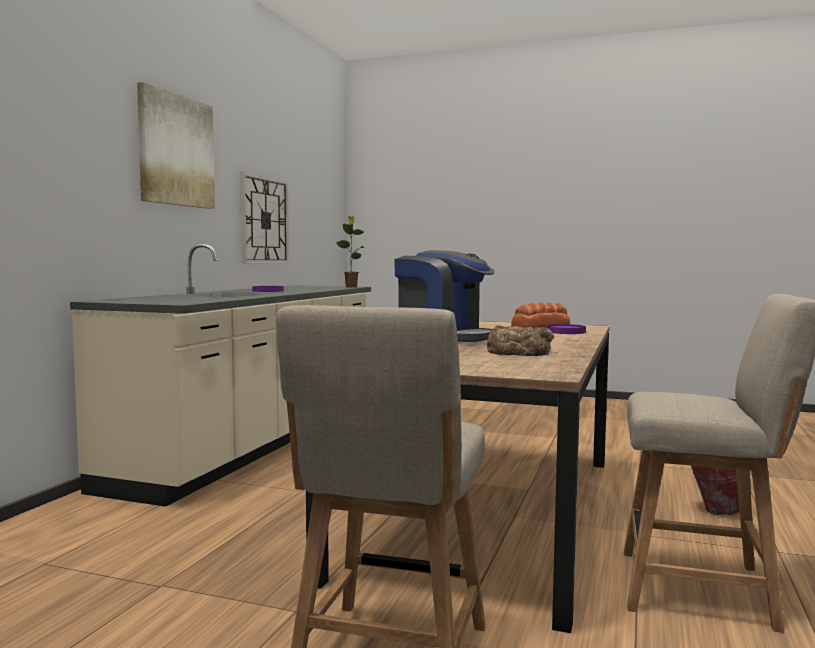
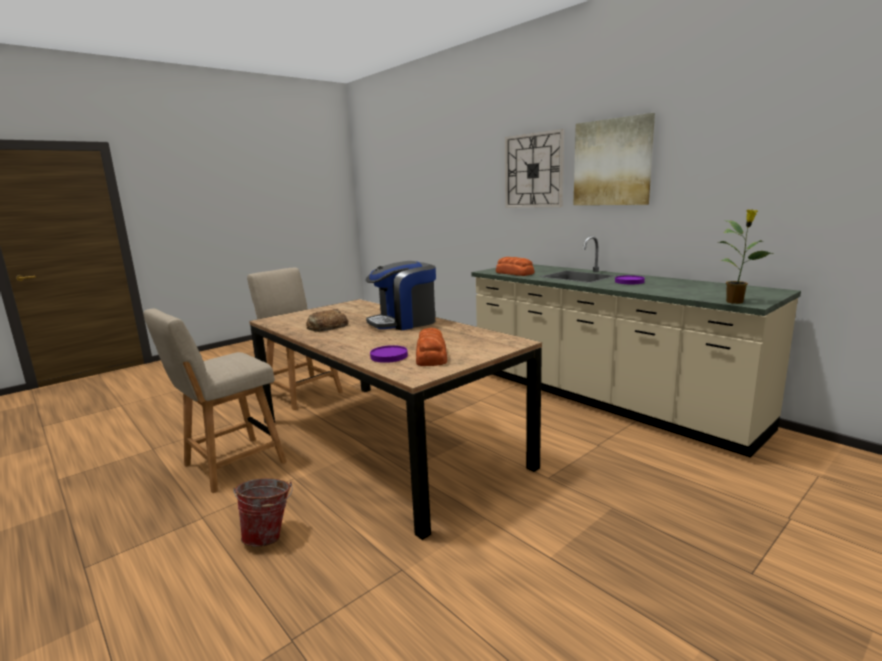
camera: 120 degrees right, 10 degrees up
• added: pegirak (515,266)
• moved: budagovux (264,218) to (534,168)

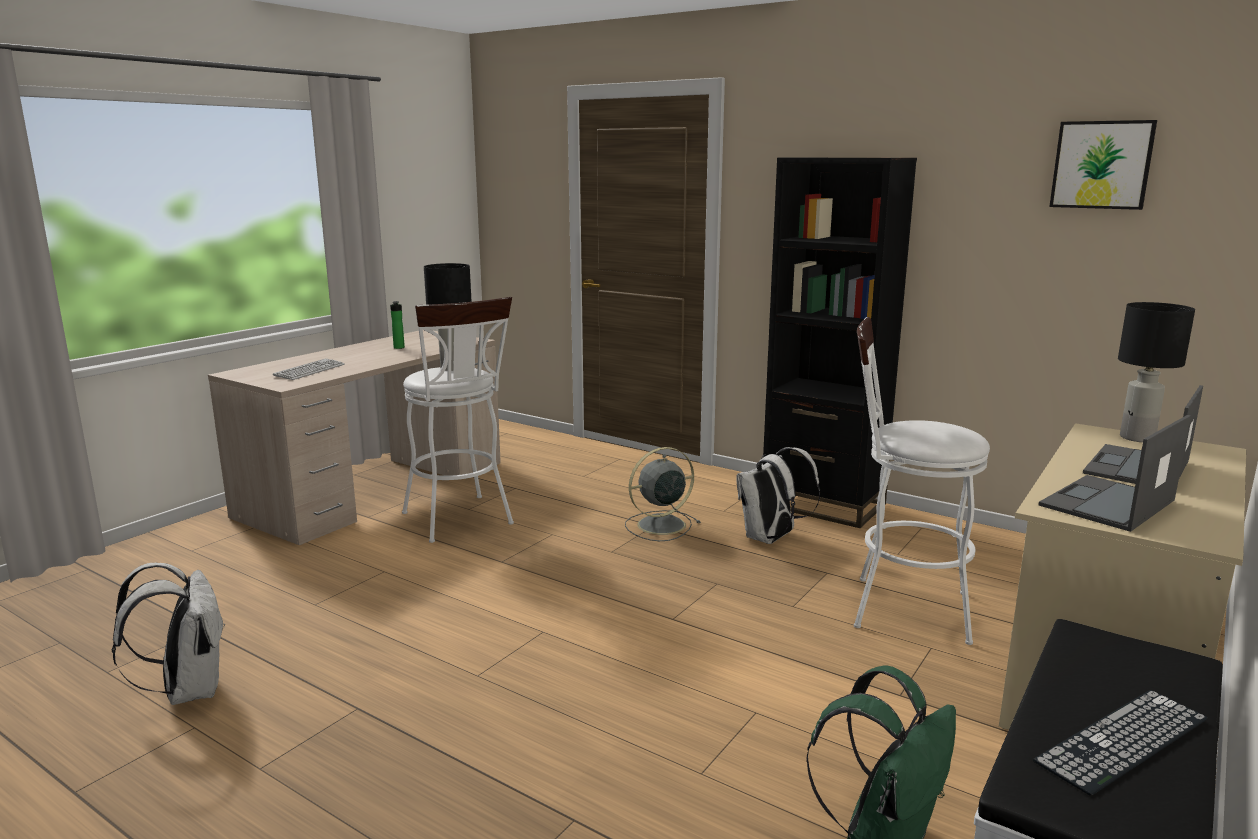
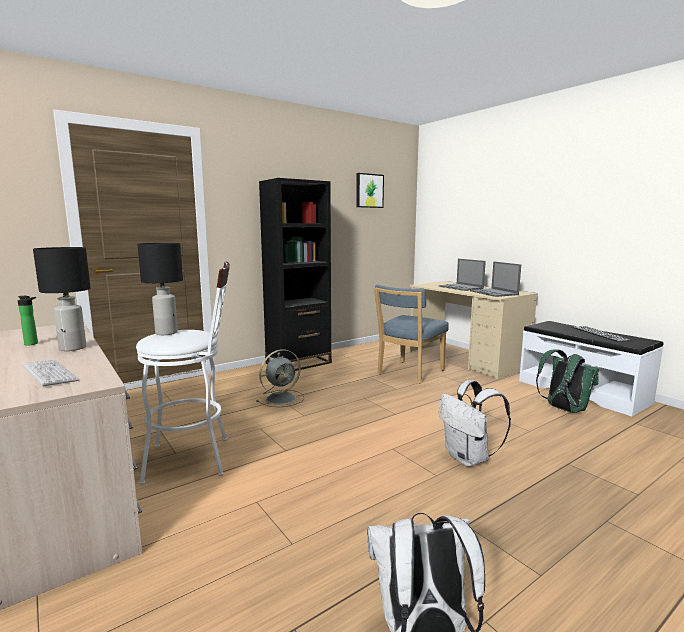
camera: 70 degrees left, 5 degrees down
• moved: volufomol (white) (778,495) to (475,423)
• moved: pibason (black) (1156,372) to (62,299)
• replaced: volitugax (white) (922,481) to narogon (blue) (411,334)
• turned: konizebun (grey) (662,494) = (280,378) 120 degrees counterclockwise

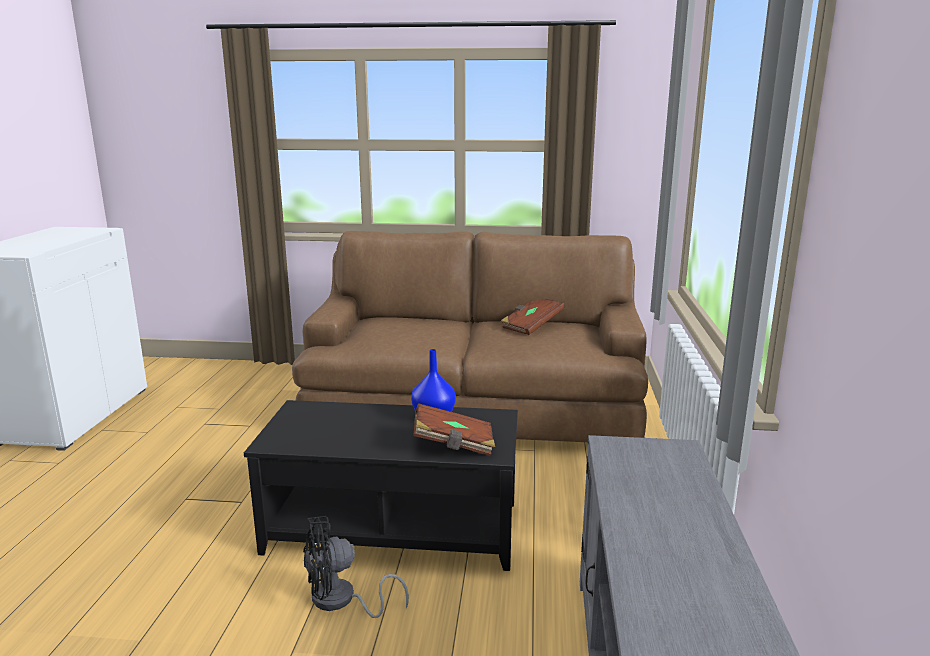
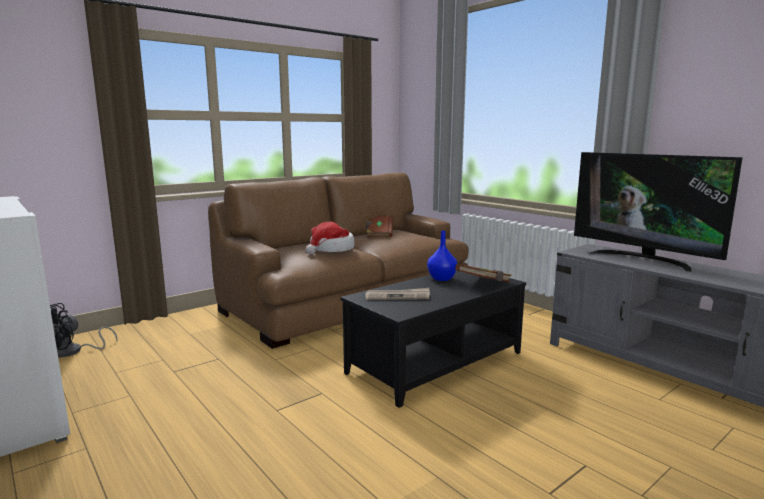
camera: 45 degrees left, 5 degrees down
• added: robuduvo (330,238)
• added: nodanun (398,294)
• added: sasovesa (658,212)
• moved: konizebun (black) (356,567) to (84,330)

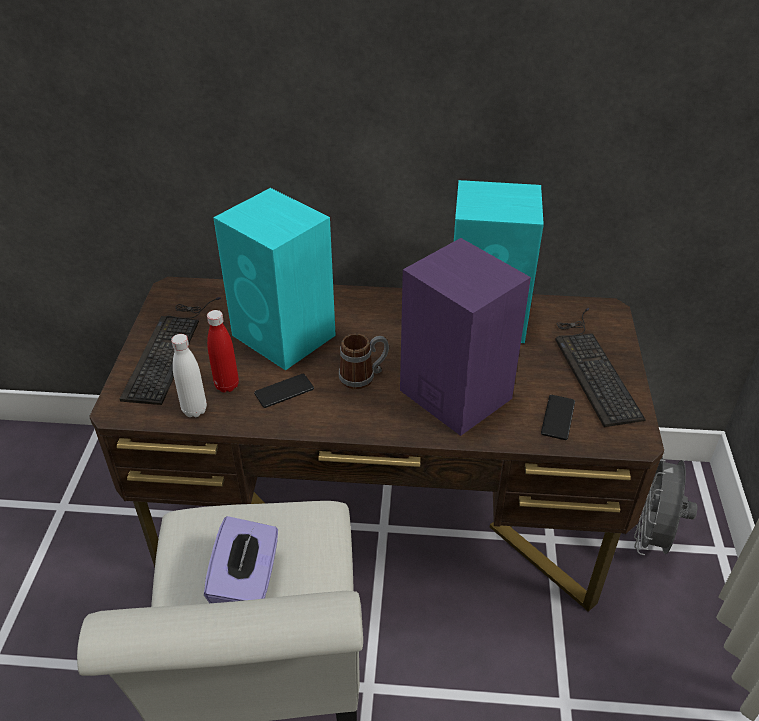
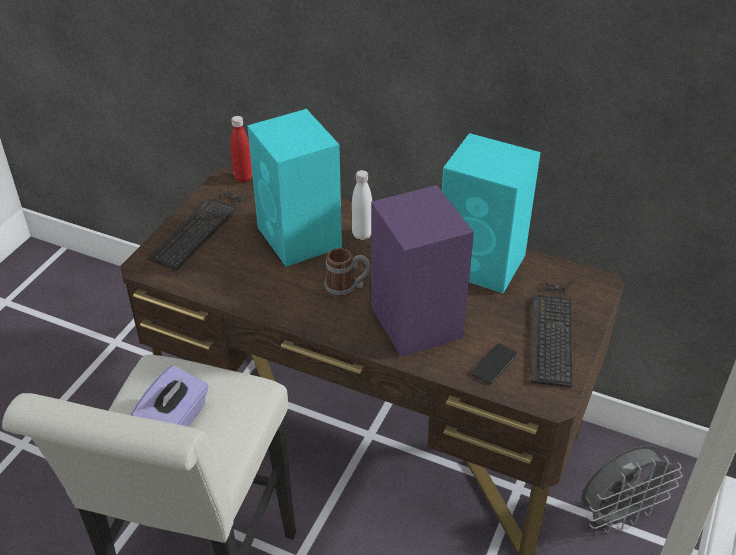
camera: 20 degrees right, 0 degrees up
• removed: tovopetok (284,391)
• moved: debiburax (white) (189,375) to (362,205)
• moved: debiburax (red) (223,351) to (241,149)
• turned: konizebun (grey) (666,503) = (631,489) 150 degrees counterclockwise

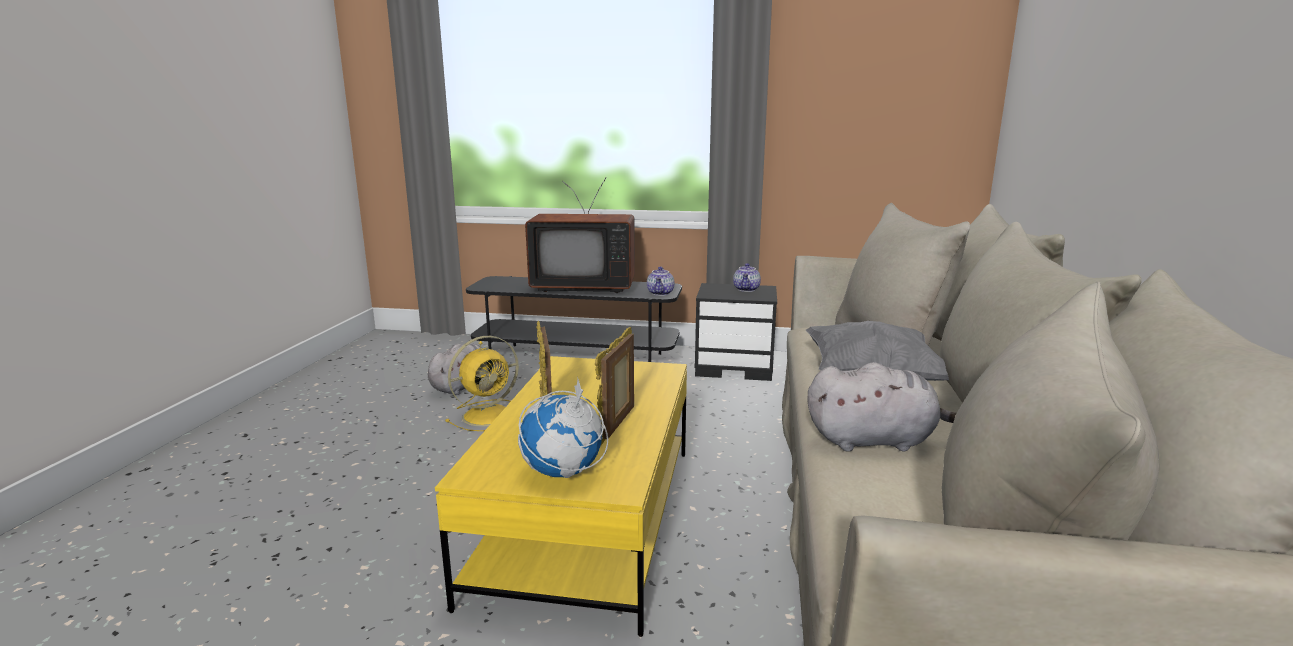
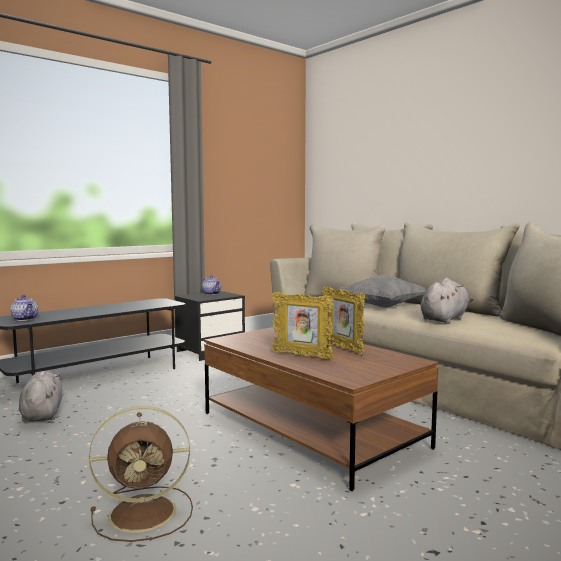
camera: 50 degrees left, 10 degrees down
• removed: konizebun (yellow) (482,383)
• removed: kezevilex (563,428)
• removed: sasovesa (580,235)
• added: konizebun (brown) (140,474)
• moved: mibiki (660,281) to (24,308)
• recoloured: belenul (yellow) (561,496) to belenul (brown) (321,408)

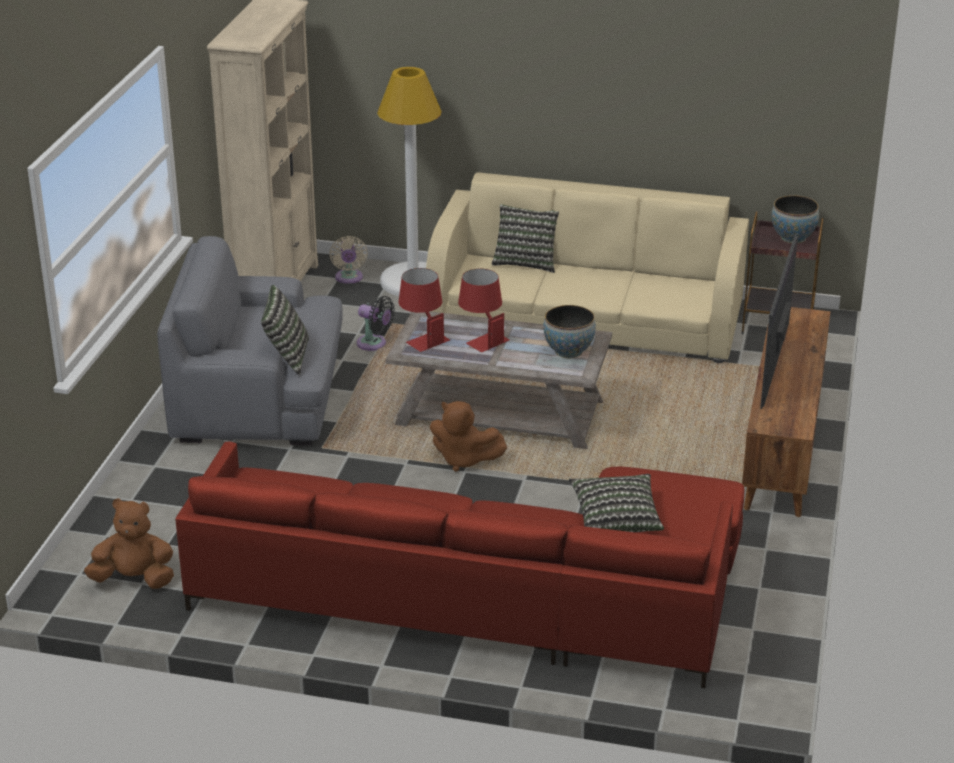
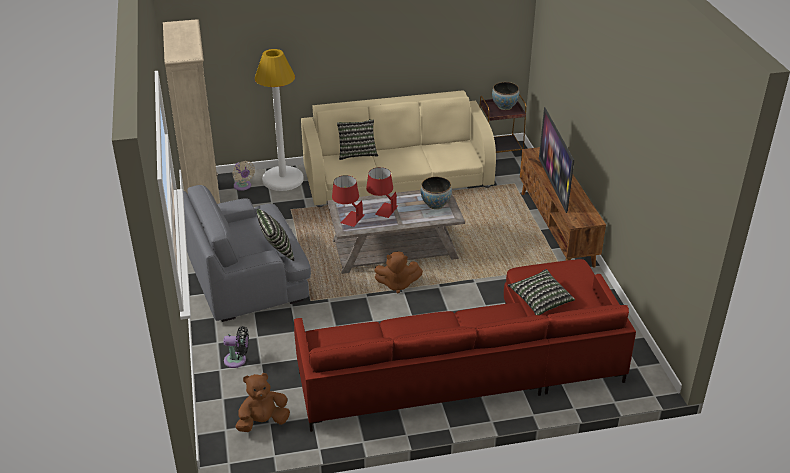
camera: 25 degrees left, 5 degrees up
• moved: konizebun (black) (375,323) to (236,347)

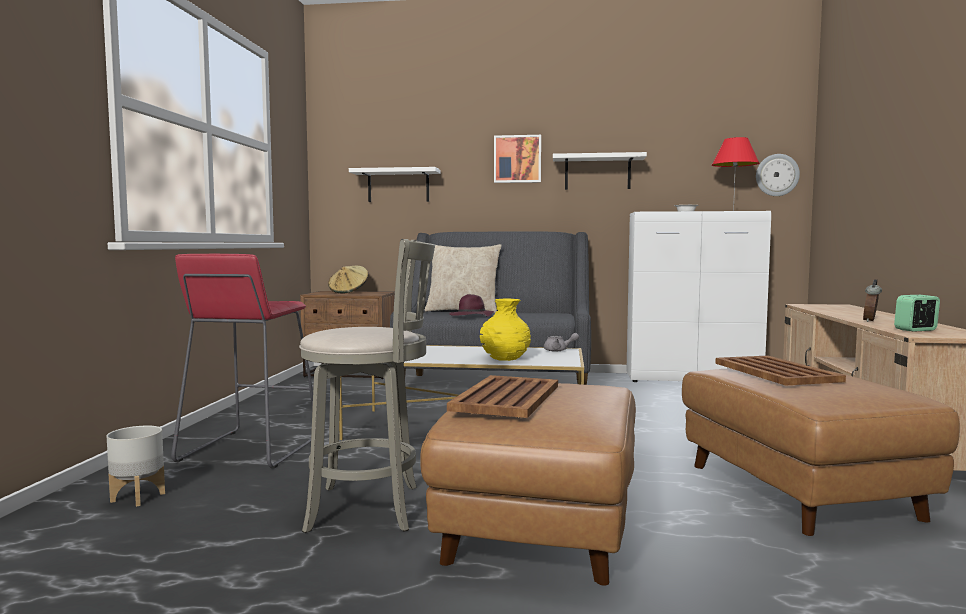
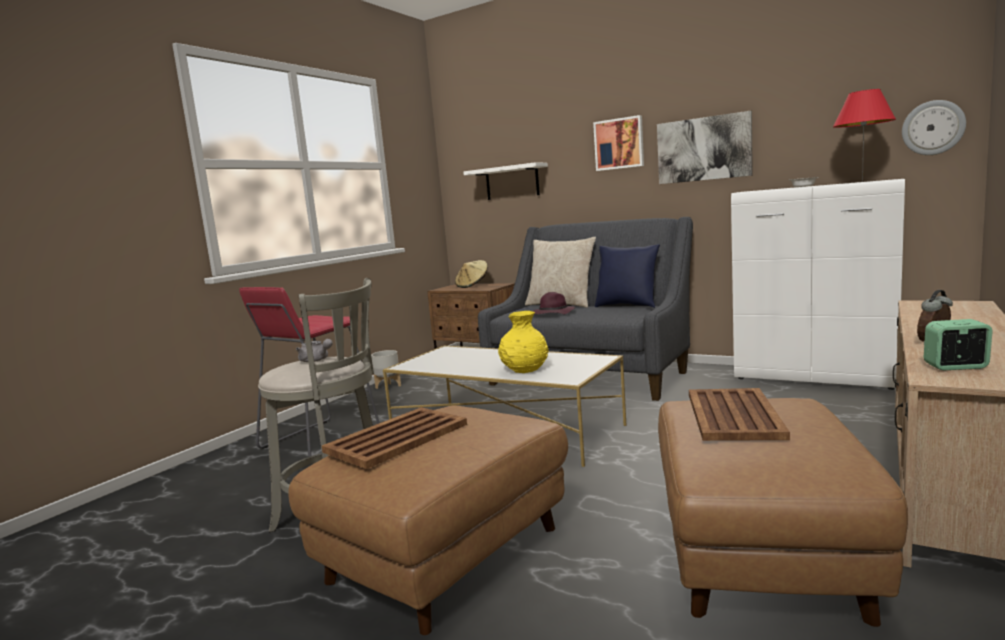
camera: 25 degrees right, 5 degrees up
• added: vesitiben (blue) (627,276)
• moved: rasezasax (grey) (135,466) to (386,369)
• moved: mibiki (grey) (561,342) to (314,350)
• replaced: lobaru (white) (600,171) to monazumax (705,147)

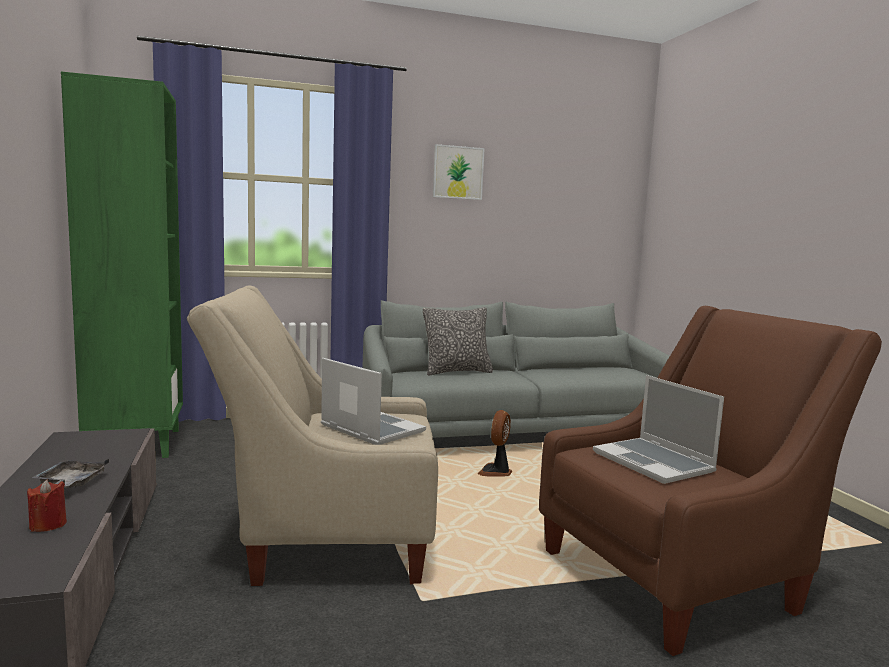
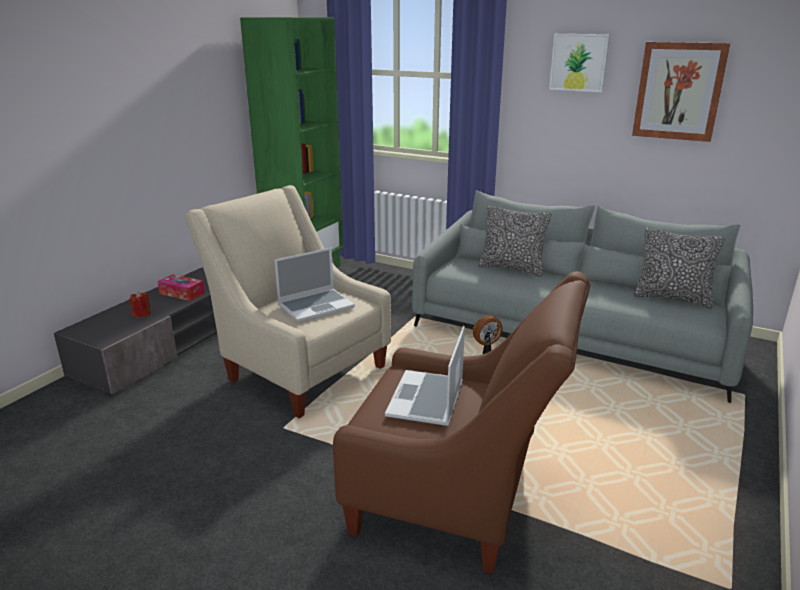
camera: 45 degrees right, 15 degrees up
• added: monazumax (681,92)
• added: vesitiben (679,268)
• replaced: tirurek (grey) (70,473) to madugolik (181,287)
• turned: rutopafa (373,401) = (314,285) 60 degrees clockwise

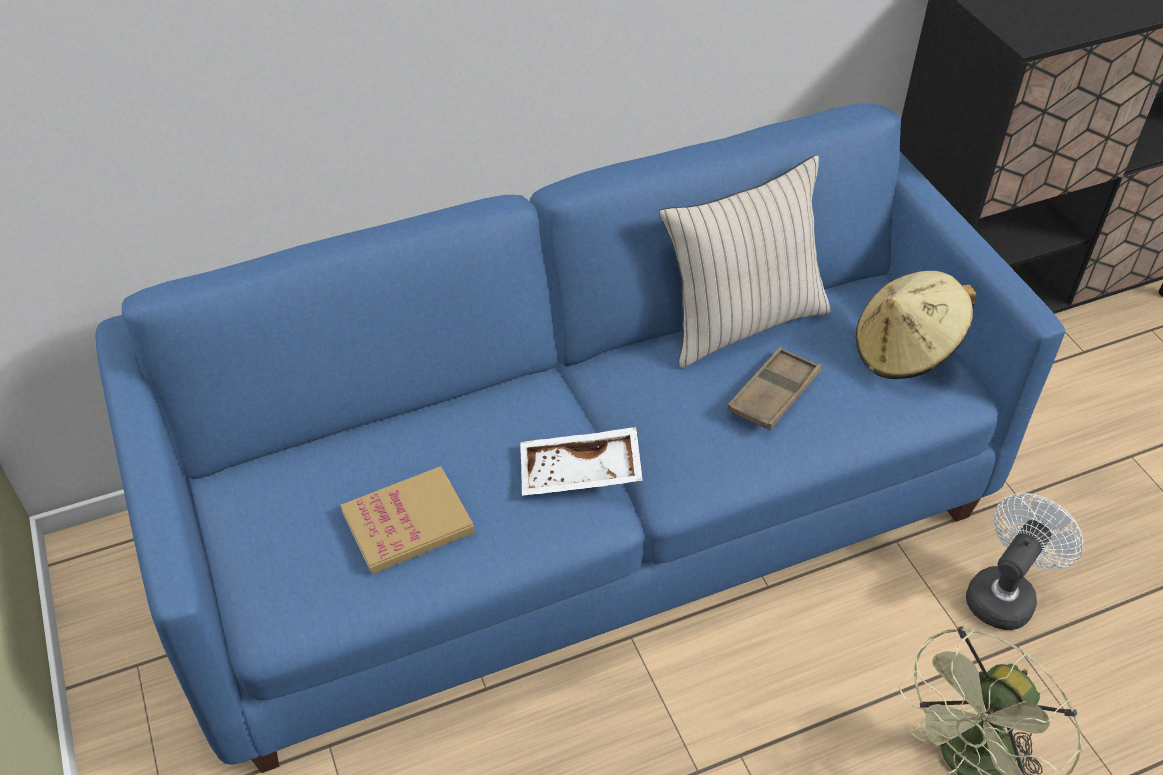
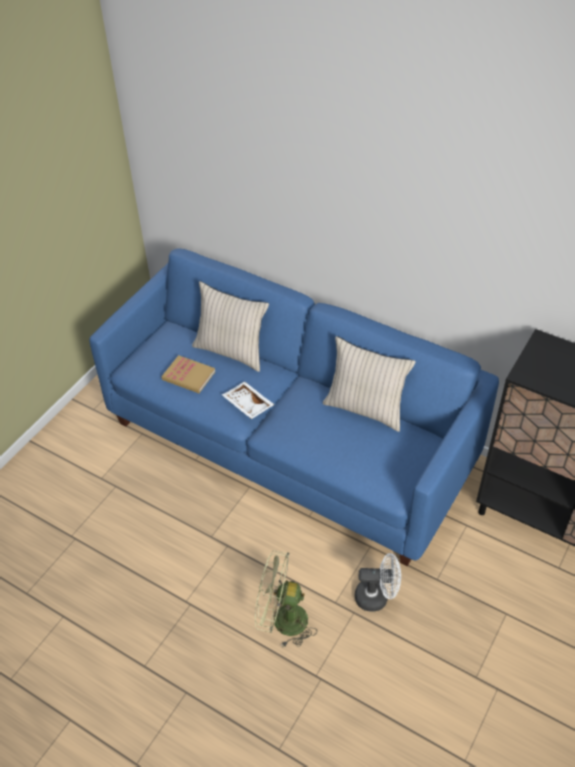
camera: 55 degrees right, 0 degrees up
• removed: tirurek (brown) (774,388)
• removed: robuduvo (beige) (916,325)
• added: vesitiben (beige) (230,326)

